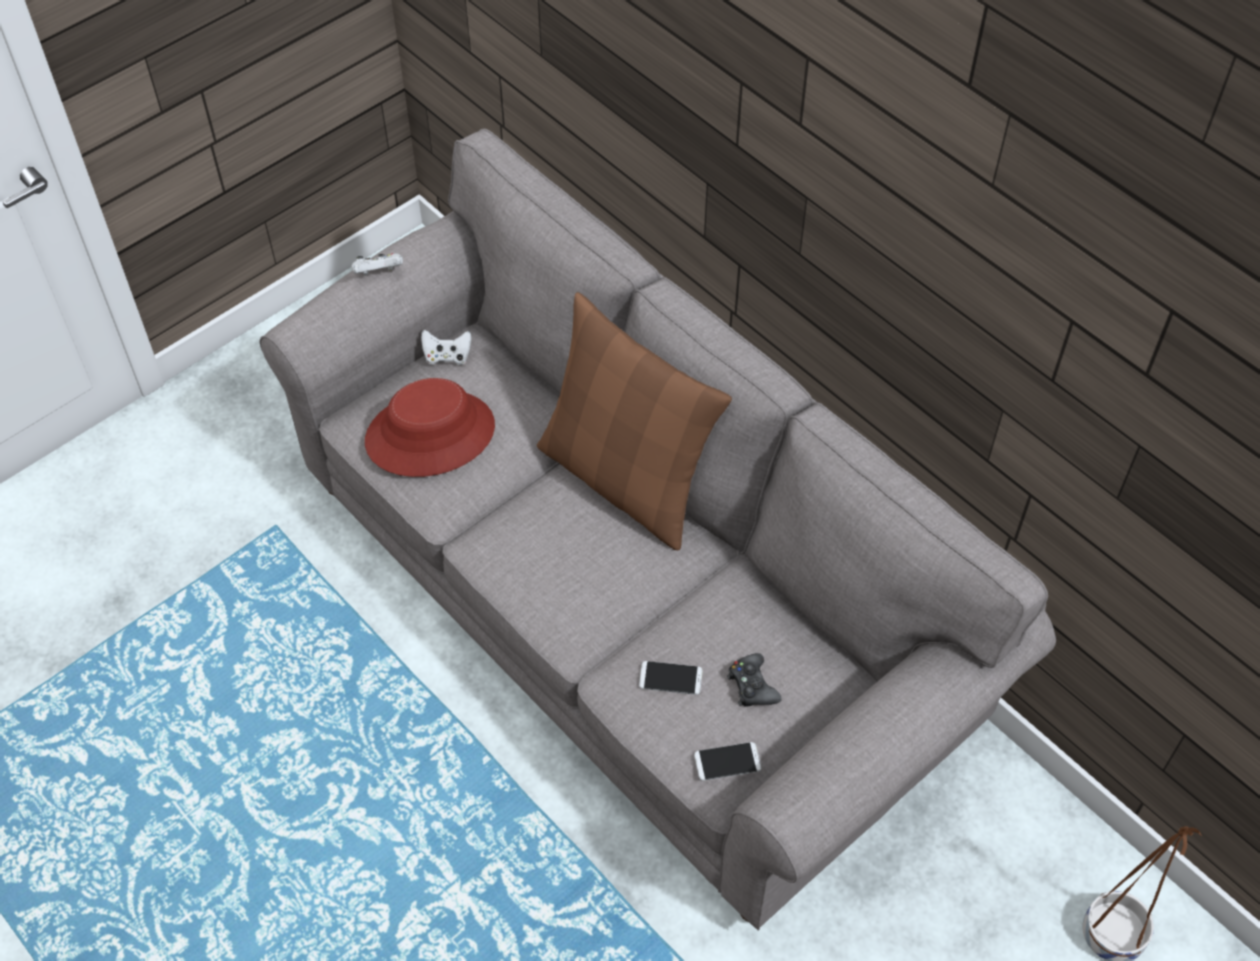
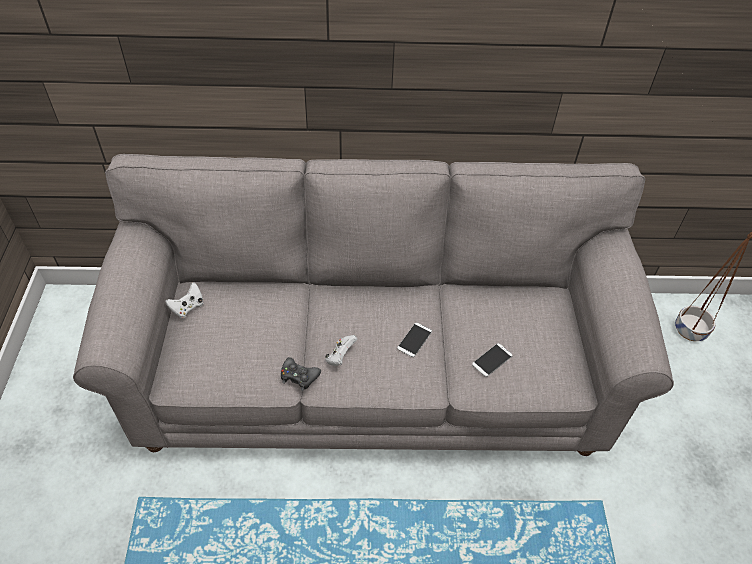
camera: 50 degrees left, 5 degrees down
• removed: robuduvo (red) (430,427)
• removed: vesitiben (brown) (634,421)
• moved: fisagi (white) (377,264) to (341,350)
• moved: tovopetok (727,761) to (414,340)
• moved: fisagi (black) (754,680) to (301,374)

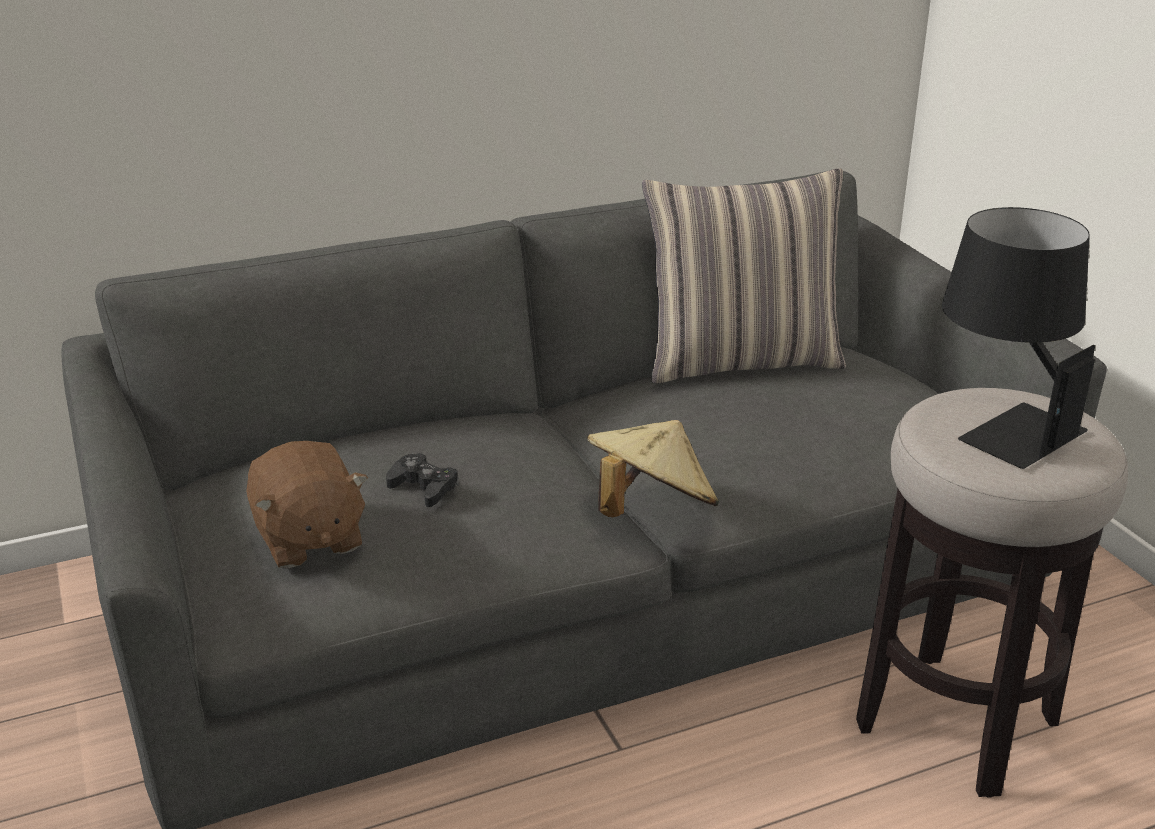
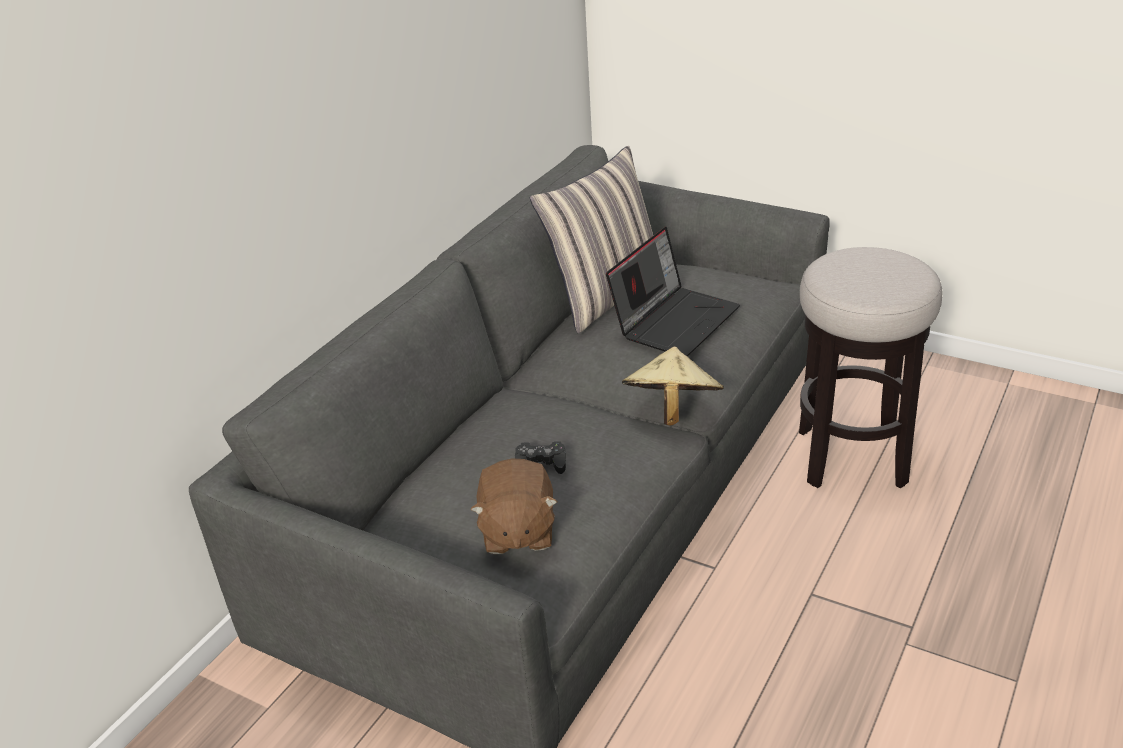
camera: 35 degrees left, 5 degrees up
• removed: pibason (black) (1018,338)
• added: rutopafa (673,292)
• turned: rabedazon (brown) (307,504) = (513,506) 60 degrees clockwise

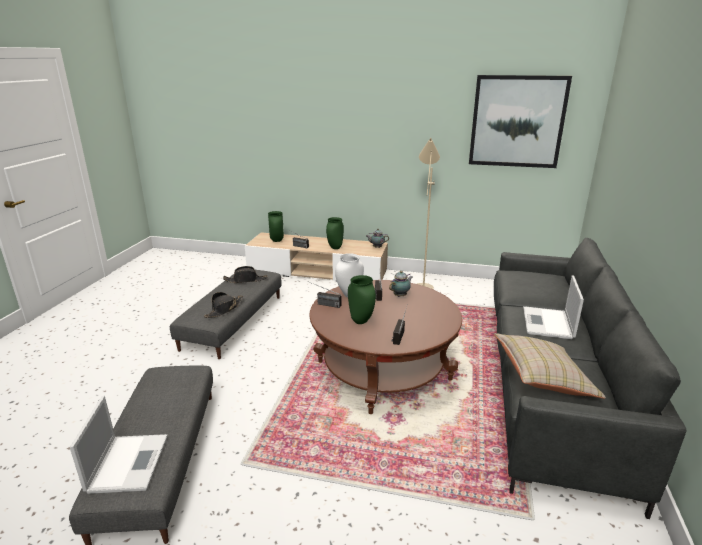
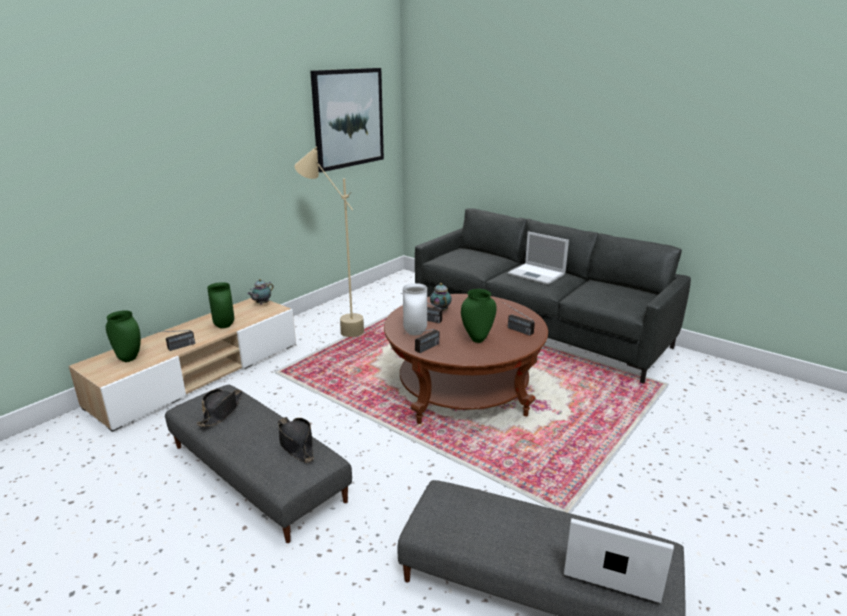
camera: 65 degrees left, 0 degrees up
• removed: vesitiben (beige) (550,366)

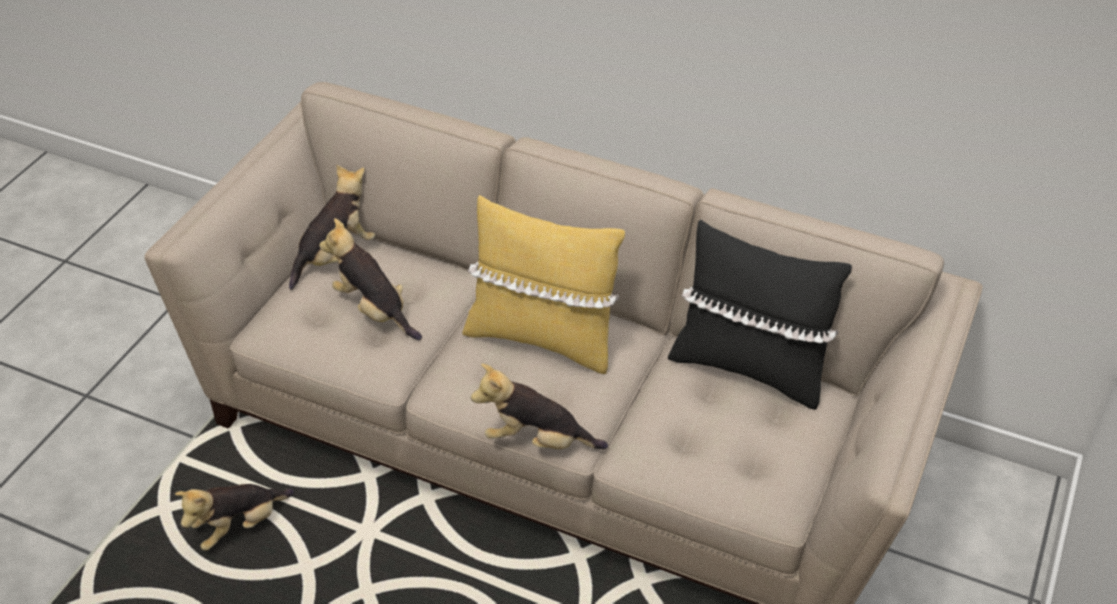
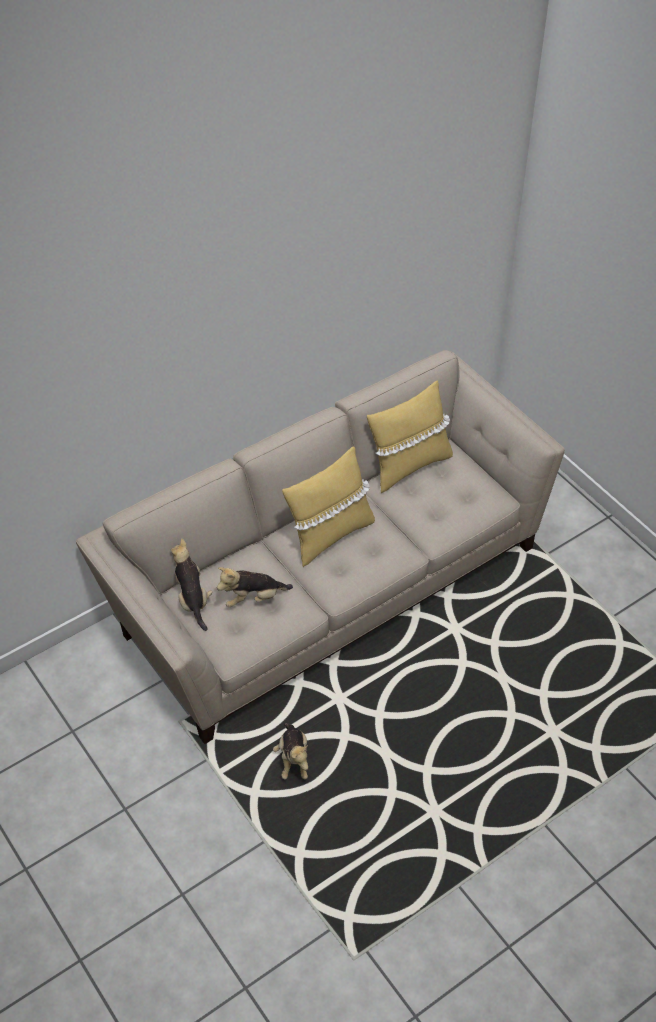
camera: 60 degrees left, 5 degrees up
• removed: rabedazon (539,406)
• recoloured: vesitiben (black) (760,315) to vesitiben (yellow) (410,437)

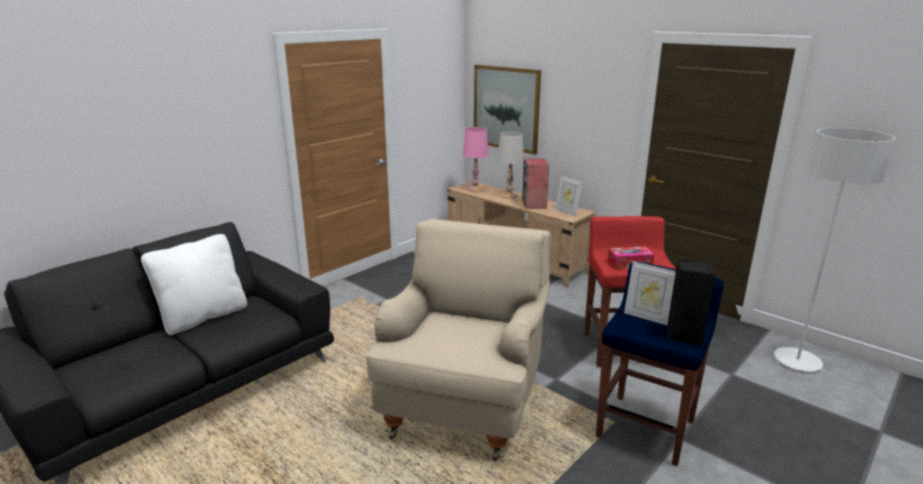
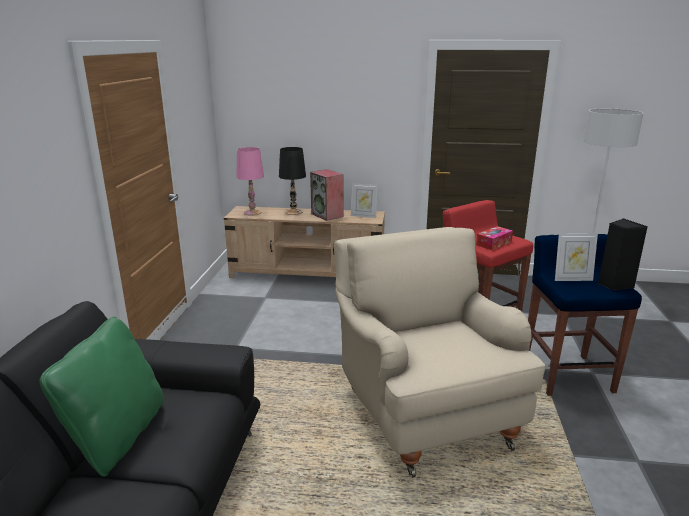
camera: 35 degrees left, 0 degrees up
• removed: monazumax (507,110)
• recoloured: vesitiben (white) (194,284) to vesitiben (green) (102,397)
• recoloured: pibason (white) (510,164) to pibason (black) (292,181)

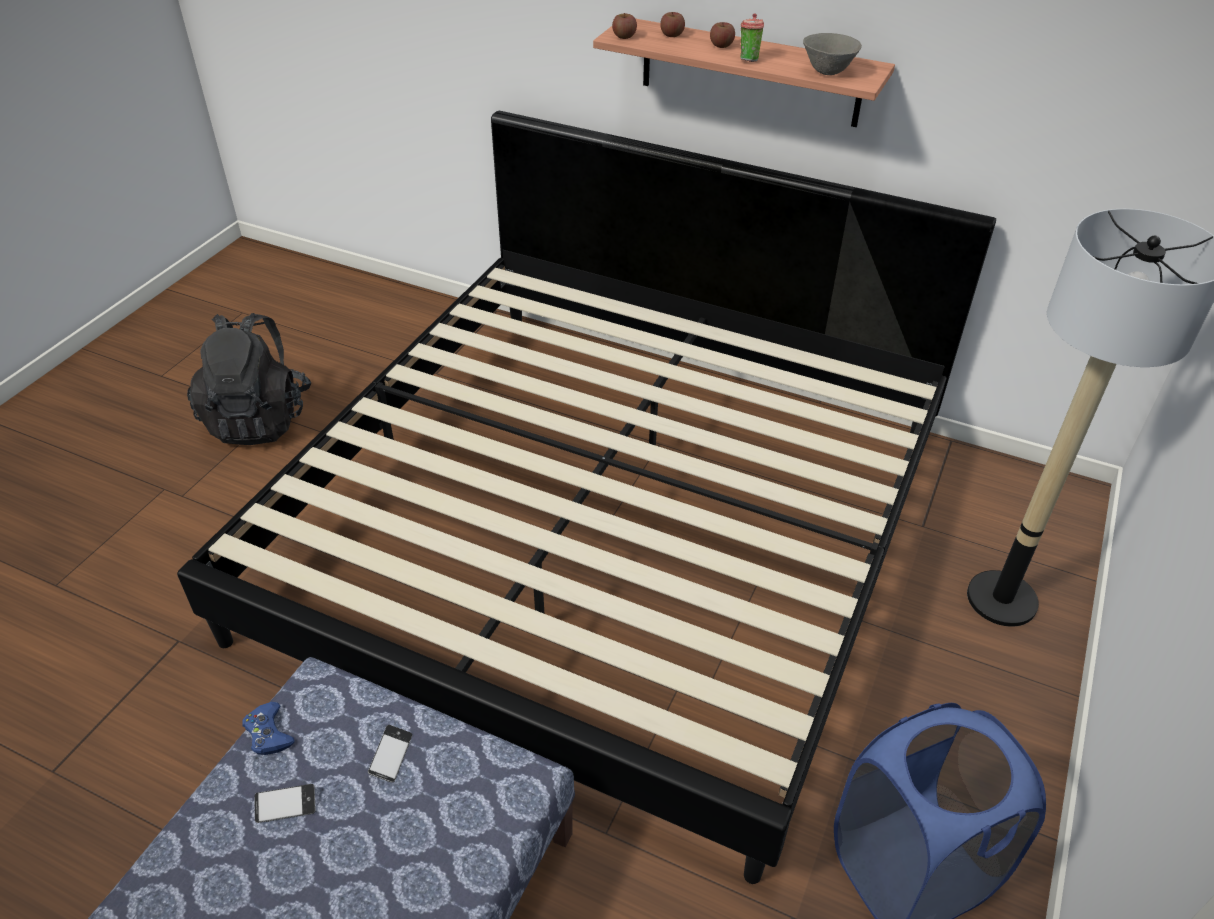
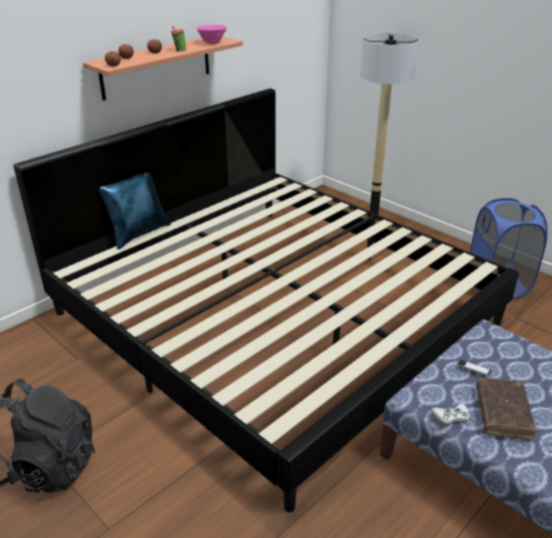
camera: 70 degrees left, 10 degrees down
• added: vesitiben (blue) (135,211)
• replaced: tovopetok (285,803) to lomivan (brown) (506,409)
• recoloured: fisagi (blue) (268,728) to fisagi (white) (451,415)
• recoloured: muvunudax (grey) (832,54) to muvunudax (pink) (212,34)

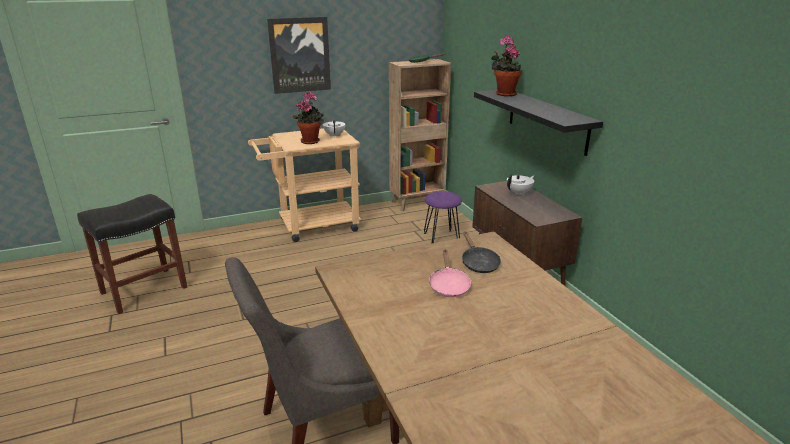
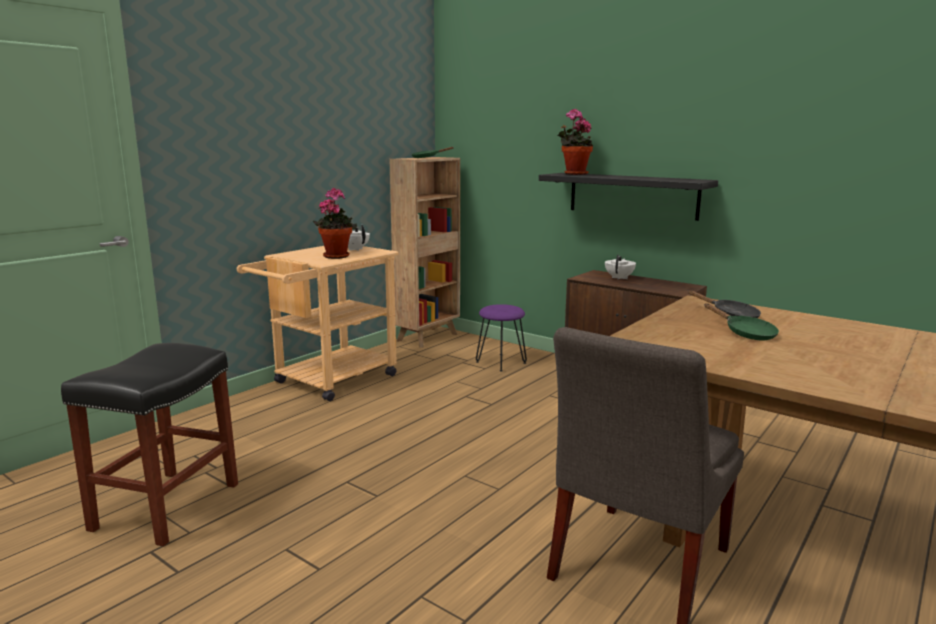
camera: 30 degrees left, 10 degrees down
• removed: monazumax (299,55)
• recoloured: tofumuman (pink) (449,273) to tofumuman (green) (741,321)

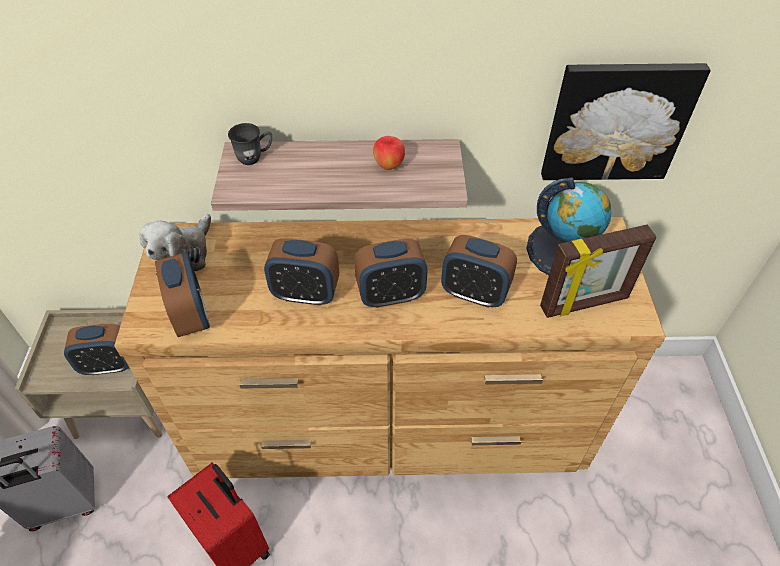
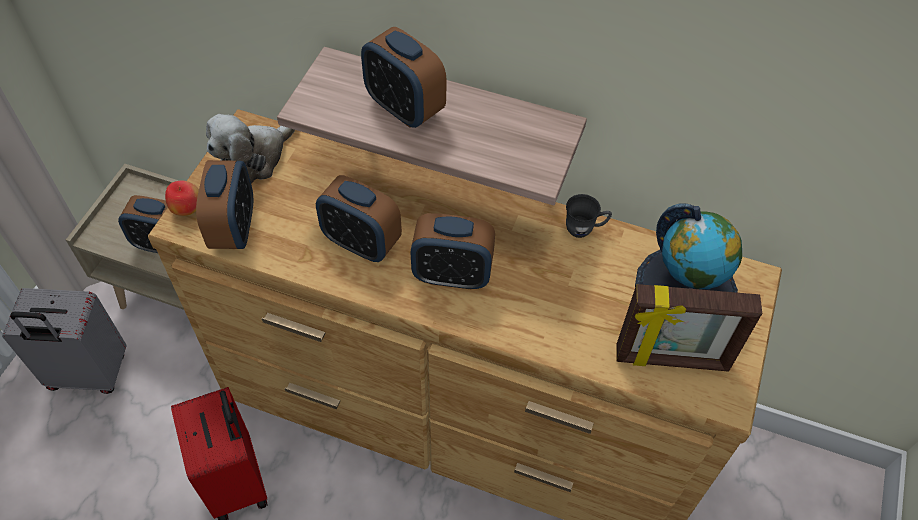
camera: 20 degrees right, 5 degrees up
• removed: monazumax (626,121)
• moved: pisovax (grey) (250,144) to (589,216)
• moved: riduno (389,153) to (182,198)
• moved: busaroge (479,271) to (403,77)

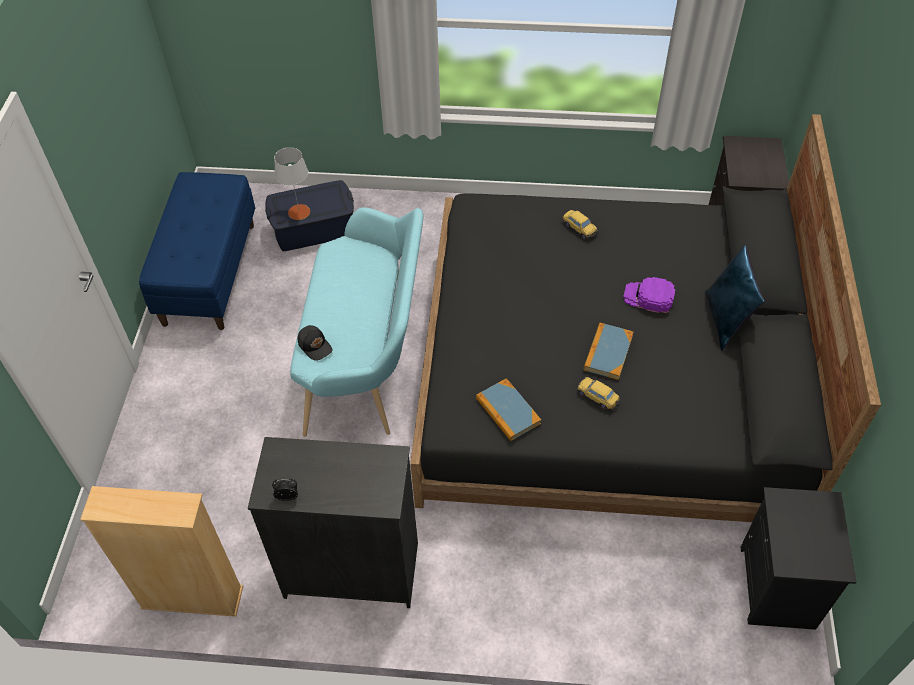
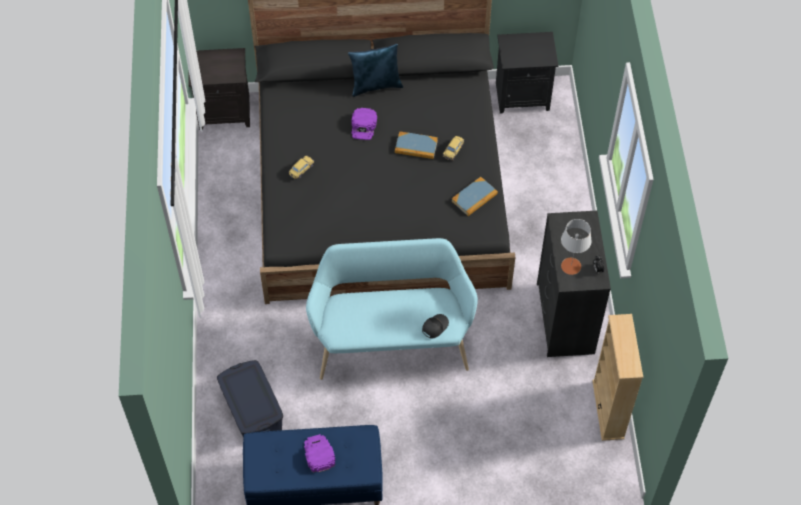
camera: 100 degrees left, 5 degrees up
• added: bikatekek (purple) (320,453)
• moved: pibason (grey) (292,183) to (576,247)

